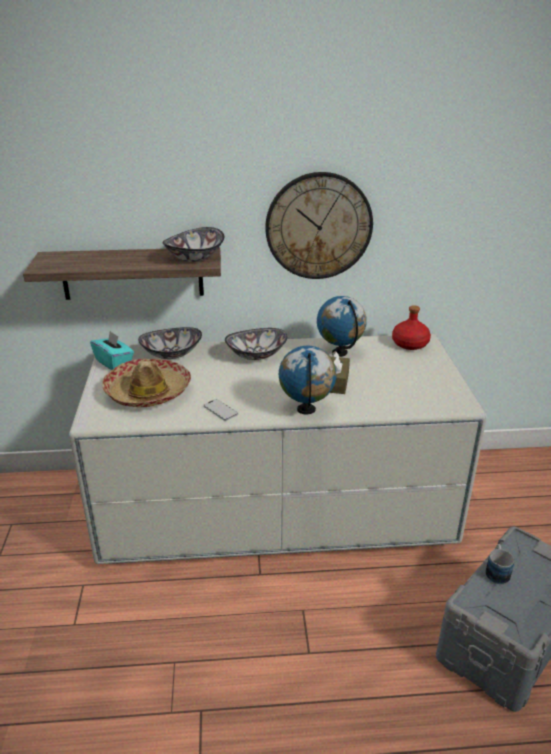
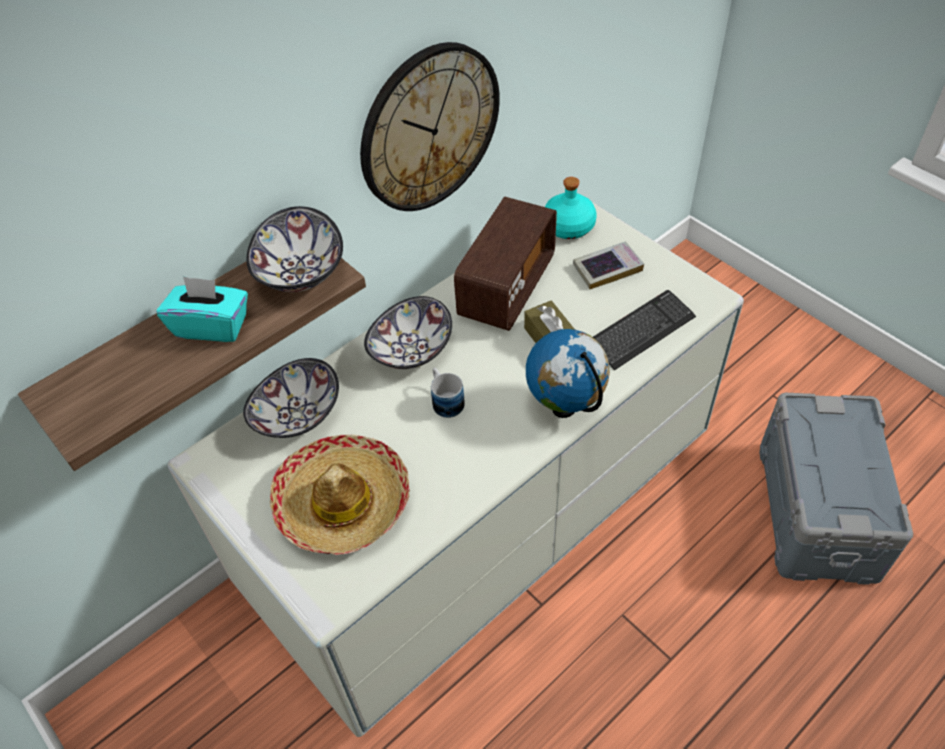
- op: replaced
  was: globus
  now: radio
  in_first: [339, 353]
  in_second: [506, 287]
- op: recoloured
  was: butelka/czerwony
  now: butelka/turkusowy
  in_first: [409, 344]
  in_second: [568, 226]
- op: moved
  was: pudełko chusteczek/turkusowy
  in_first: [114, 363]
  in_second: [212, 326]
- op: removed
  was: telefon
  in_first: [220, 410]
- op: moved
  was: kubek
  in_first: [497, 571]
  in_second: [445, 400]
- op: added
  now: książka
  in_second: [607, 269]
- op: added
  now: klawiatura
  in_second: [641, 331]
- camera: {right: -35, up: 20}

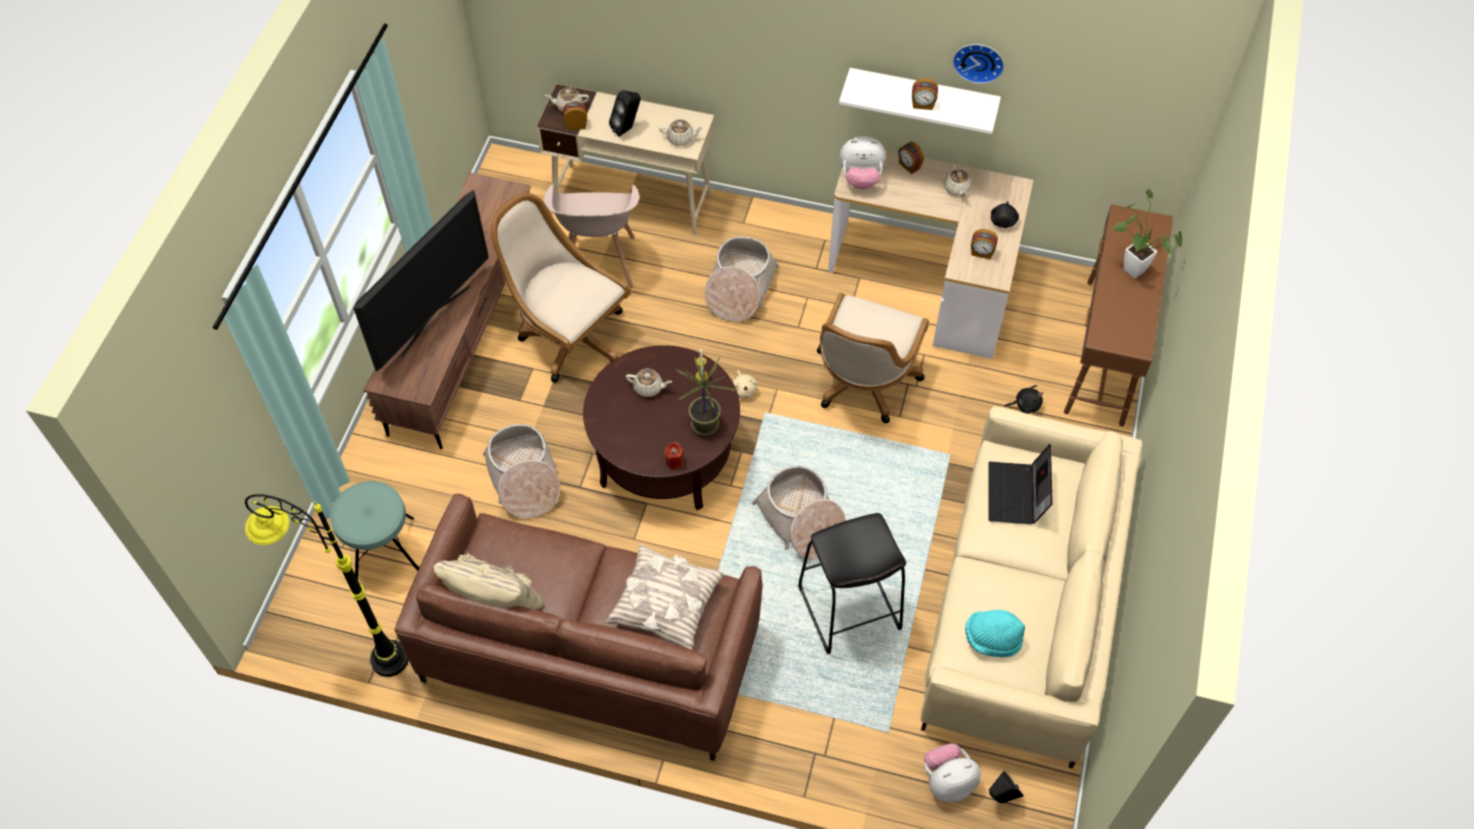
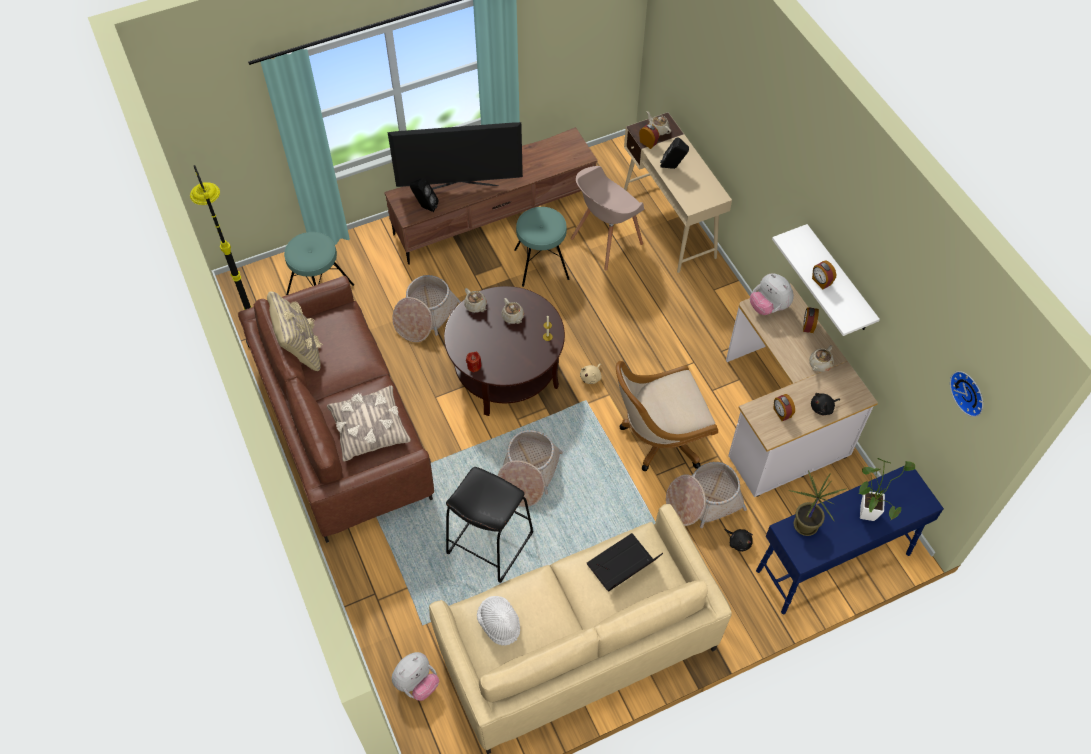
- op: moved
  was: zegar ścienny
  in_first: [979, 60]
  in_second: [969, 392]
- op: moved
  was: imbryk/beżowy
  in_first: [681, 138]
  in_second: [476, 306]
- op: replaced
  was: krzesło biurowe
  now: stołek/turkusowy
  in_first: [568, 334]
  in_second: [541, 264]
- op: recoloured
  was: stolik konsolowy/brązowy
  now: stolik konsolowy/niebieski
  in_first: [1103, 351]
  in_second: [832, 561]
- op: moved
  was: koszyk
  in_first: [739, 288]
  in_second: [703, 501]
- op: moved
  was: roślina doniczkowa
  in_first: [706, 425]
  in_second: [805, 526]
- op: recoloured
  was: kapelusz/turkusowy
  now: kapelusz/biały
  in_first: [992, 639]
  in_second: [499, 623]
- op: turned
  was: pluszak
  in_first: [947, 781]
  in_second: [417, 683]
  clockwise: 105
- op: moved
  was: głośnik/czarny
  in_first: [1000, 798]
  in_second: [425, 207]
- camera: {right: 50, up: 0}

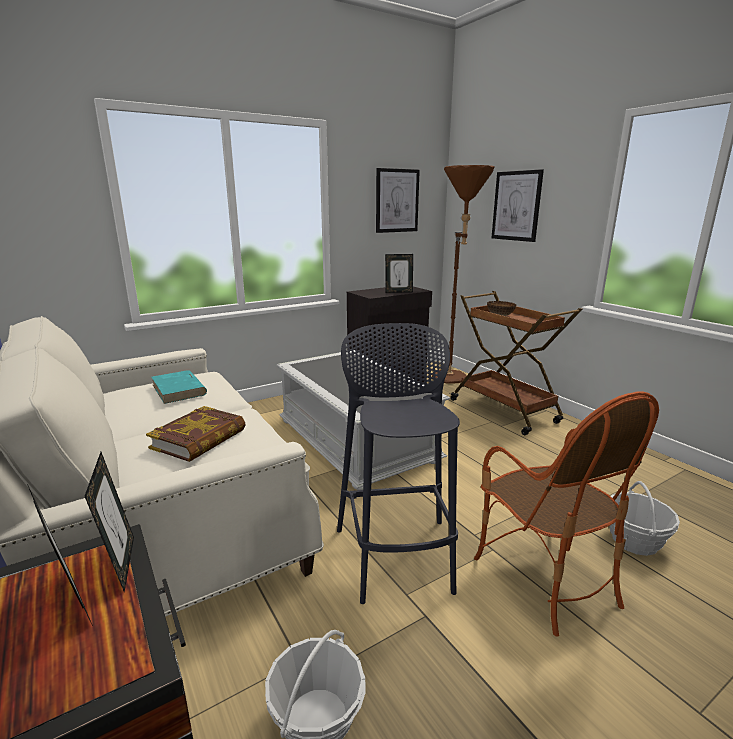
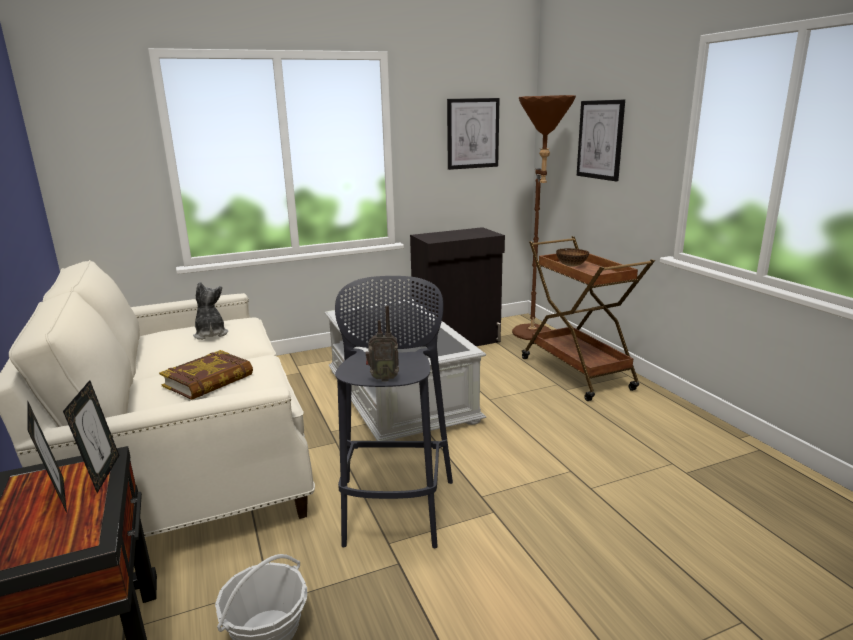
- op: removed
  was: ramka na zdjęcie
  in_first: [398, 292]
- op: replaced
  was: książka/turkusowy
  now: pluszak
  in_first: [179, 390]
  in_second: [210, 334]
- op: removed
  was: fotel
  in_first: [545, 578]
- op: removed
  was: koszyk
  in_first: [634, 541]
- op: added
  now: radio
  in_second: [383, 378]
- camera: {right: 10, up: 0}

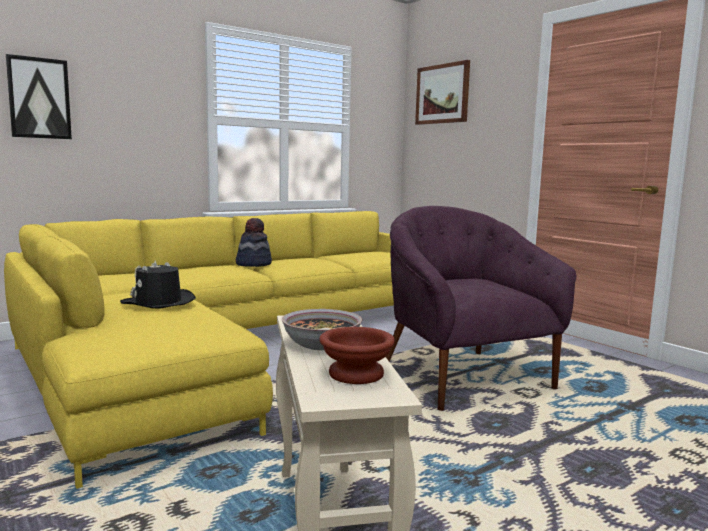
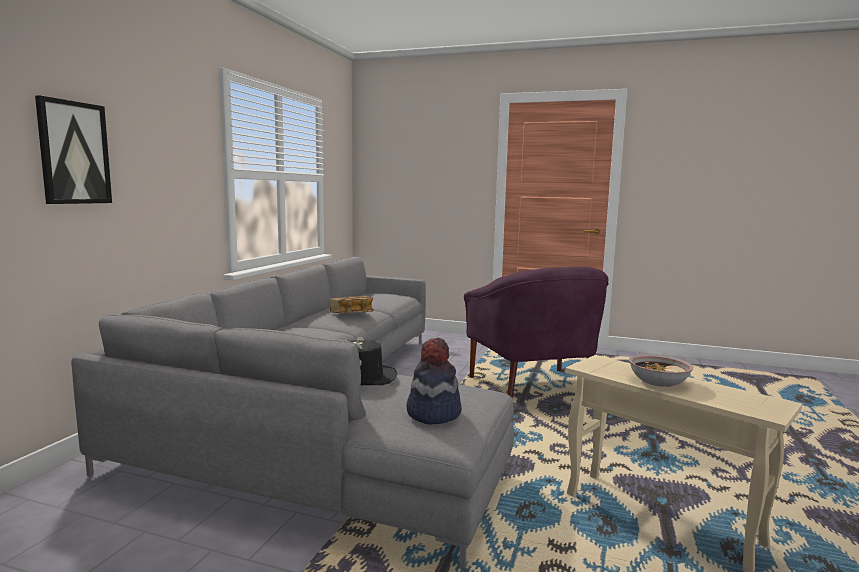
- op: removed
  was: obraz
  in_first: [442, 94]
- op: turned
  was: fotel/fioletowy
  in_first: [463, 377]
  in_second: [535, 389]
  clockwise: -135
- op: recoloured
  was: kanapa/żółty
  now: kanapa/szary
  in_first: [224, 347]
  in_second: [322, 412]
- op: moved
  was: kapelusz
  in_first: [253, 264]
  in_second: [433, 413]
- op: removed
  was: miska/brązowy
  in_first: [357, 373]
- op: added
  now: książka
  in_second: [351, 314]
- camera: {right: -35, up: 0}

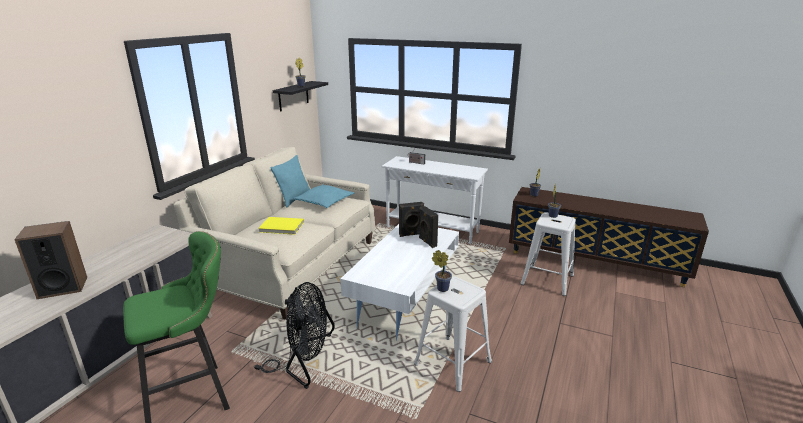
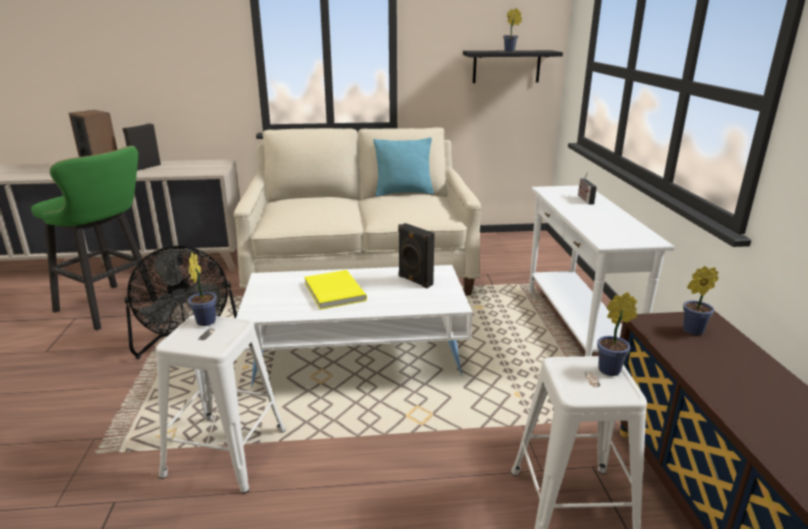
- op: removed
  was: poduszka/turkusowy
  in_first: [325, 202]
- op: moved
  was: głośnik/czarny
  in_first: [427, 242]
  in_second: [145, 167]
- op: moved
  was: książka/żółty
  in_first: [281, 227]
  in_second: [333, 292]
- camera: {right: 60, up: 0}

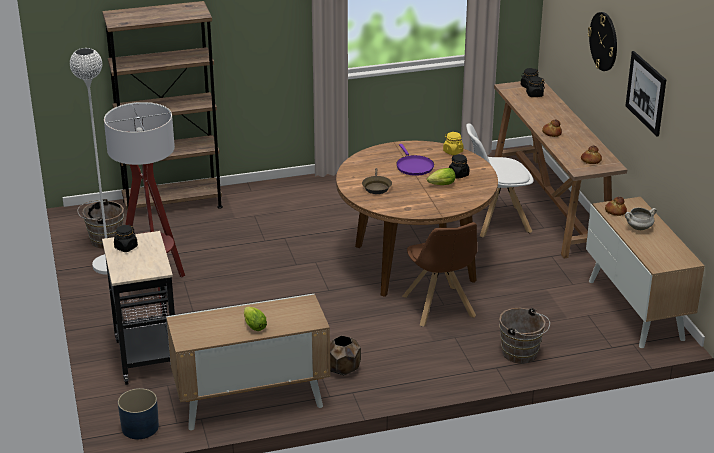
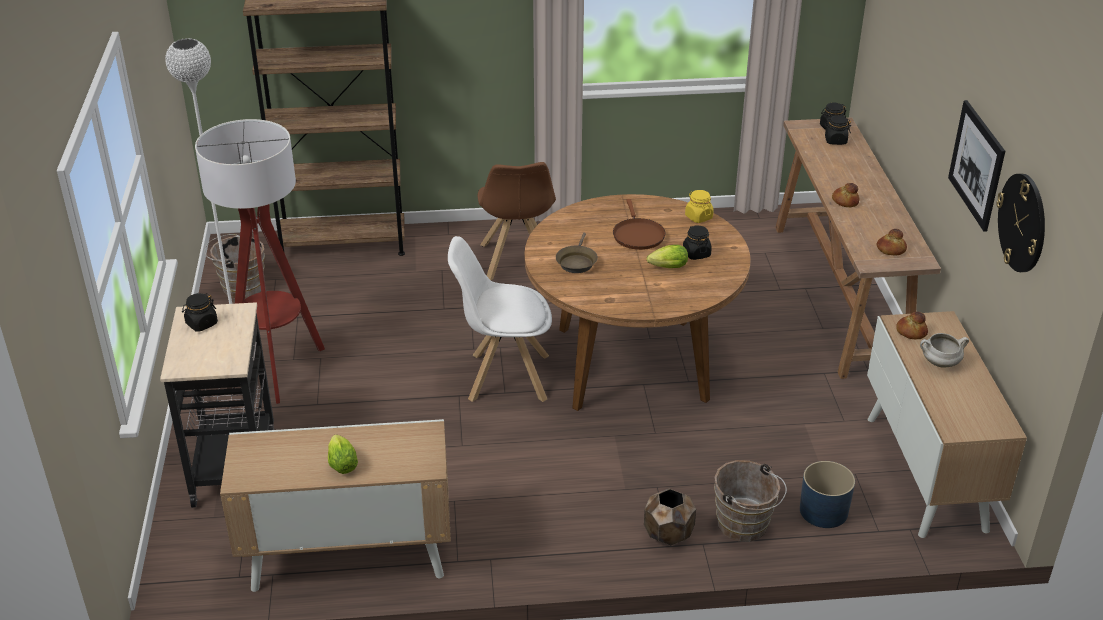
- op: moved
  was: zegar ścienny
  in_first: [604, 41]
  in_second: [1022, 222]
- op: moved
  was: krzesło/biały
  in_first: [496, 222]
  in_second: [503, 377]
- op: recoloured
  was: patelnia/fioletowy
  now: patelnia/brązowy
  in_first: [413, 166]
  in_second: [637, 235]
- op: moved
  was: krzesło/brązowy
  in_first: [439, 308]
  in_second: [517, 262]
- op: moved
  was: donica/brązowy
  in_first: [342, 370]
  in_second: [668, 535]
- op: moved
  was: donica/niebieski
  in_first: [140, 427]
  in_second: [823, 511]
- camera: {right: 10, up: 5}

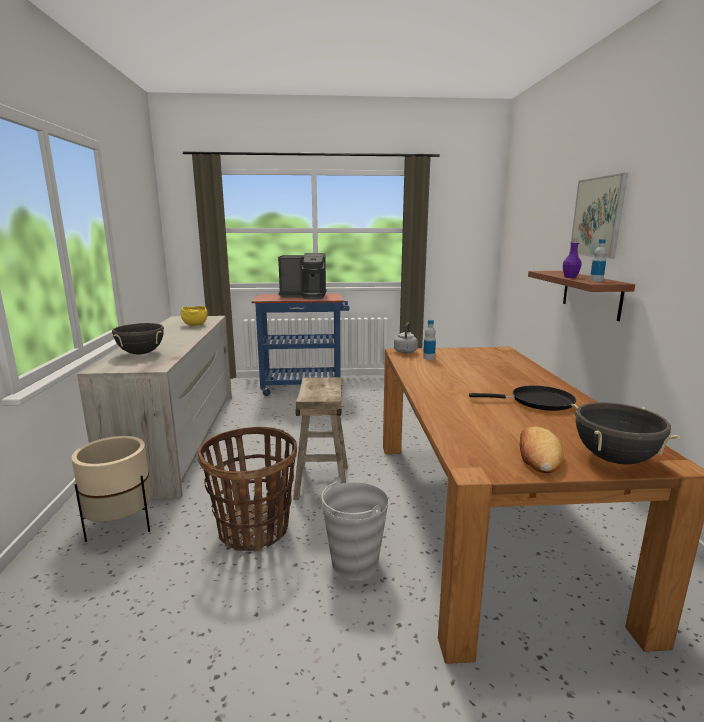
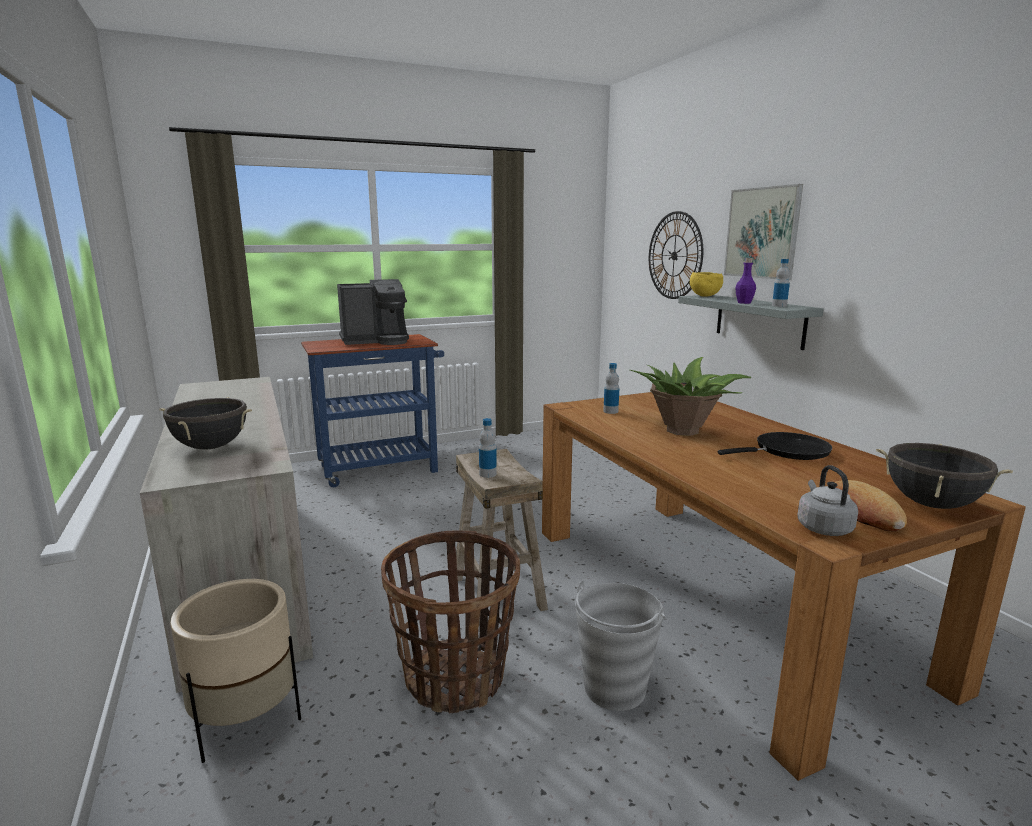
- op: recoloured
  was: półka/brązowy
  now: półka/szary
  in_first: [591, 294]
  in_second: [759, 321]
- op: moved
  was: miska/żółty
  in_first: [195, 325]
  in_second: [703, 296]
- op: moved
  was: czajnik/szary
  in_first: [405, 351]
  in_second: [822, 527]
- op: added
  now: zegar ścienny
  in_second: [674, 255]
- op: added
  now: roślina doniczkowa
  in_second: [684, 430]
- op: added
  now: butelka
  in_second: [487, 474]
- camera: {right: -20, up: 0}

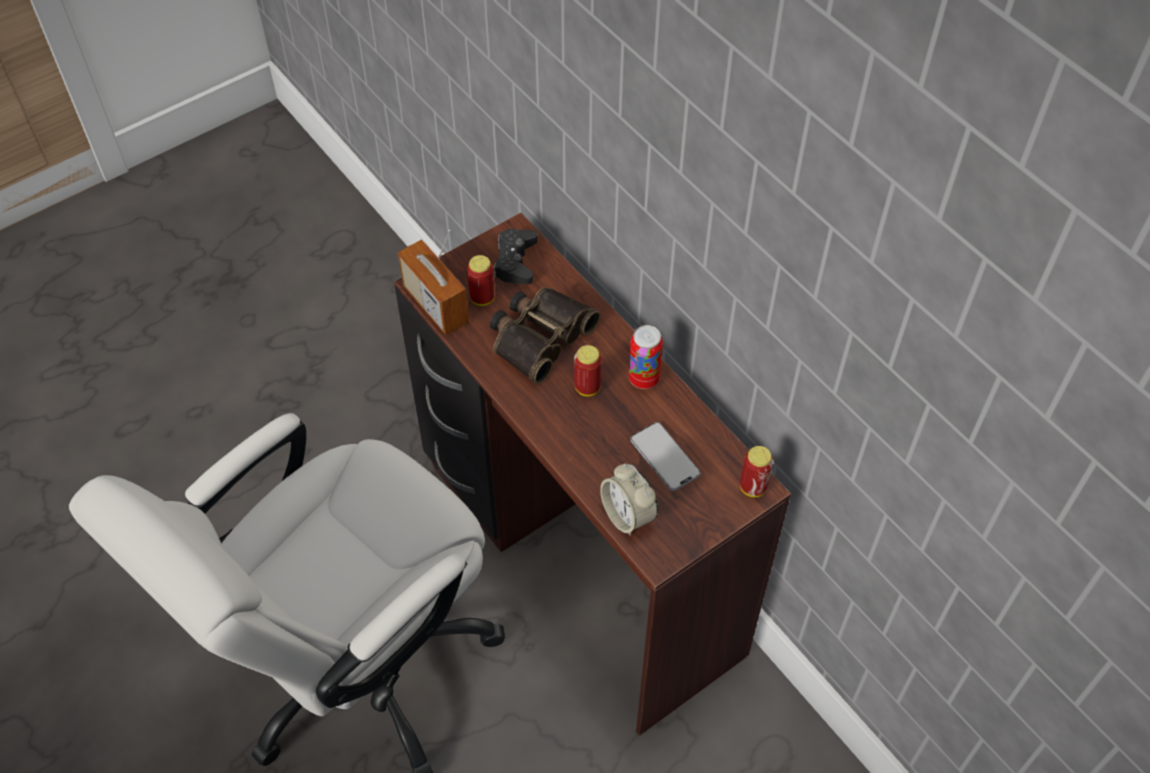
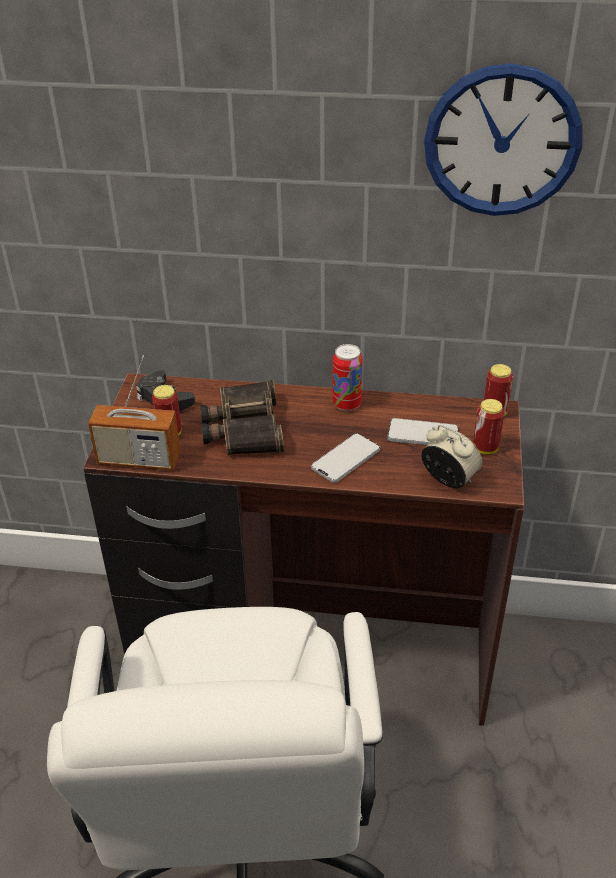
- op: moved
  was: puszka
  in_first: [587, 387]
  in_second: [485, 448]
- op: turned
  was: budzik
  in_first: [628, 515]
  in_second: [449, 480]
  clockwise: -150
- op: added
  now: zegar ścienny
  in_second: [502, 142]
- op: added
  now: telefon
  in_second: [345, 459]
- camera: {right: -45, up: -15}

